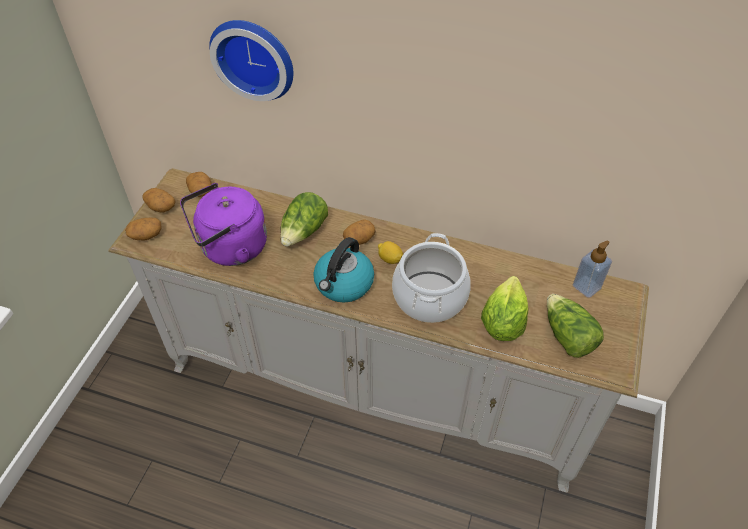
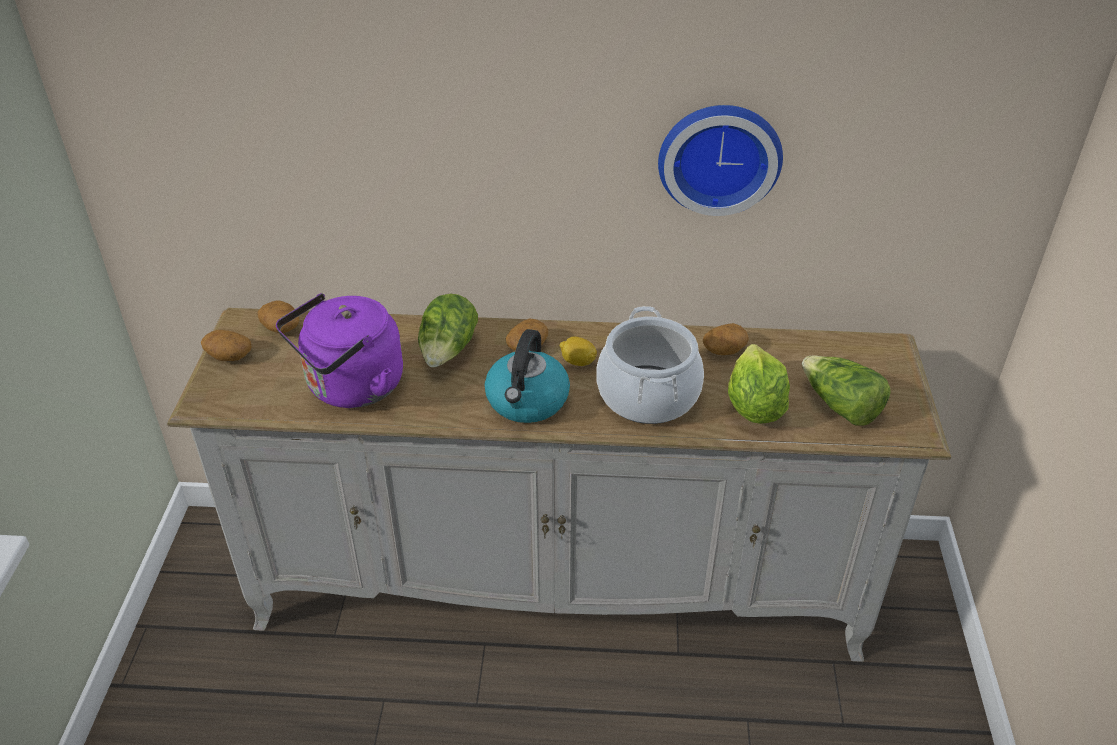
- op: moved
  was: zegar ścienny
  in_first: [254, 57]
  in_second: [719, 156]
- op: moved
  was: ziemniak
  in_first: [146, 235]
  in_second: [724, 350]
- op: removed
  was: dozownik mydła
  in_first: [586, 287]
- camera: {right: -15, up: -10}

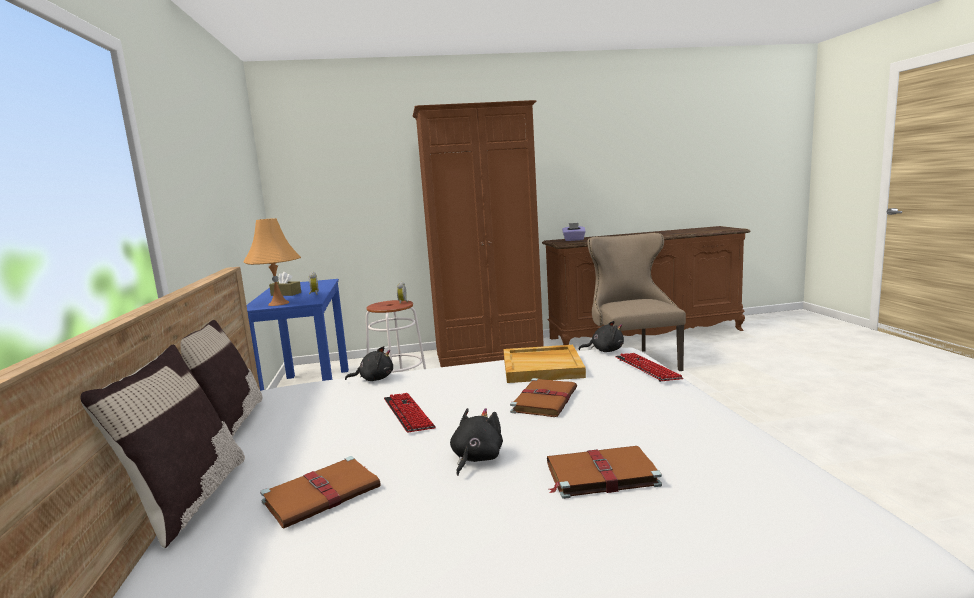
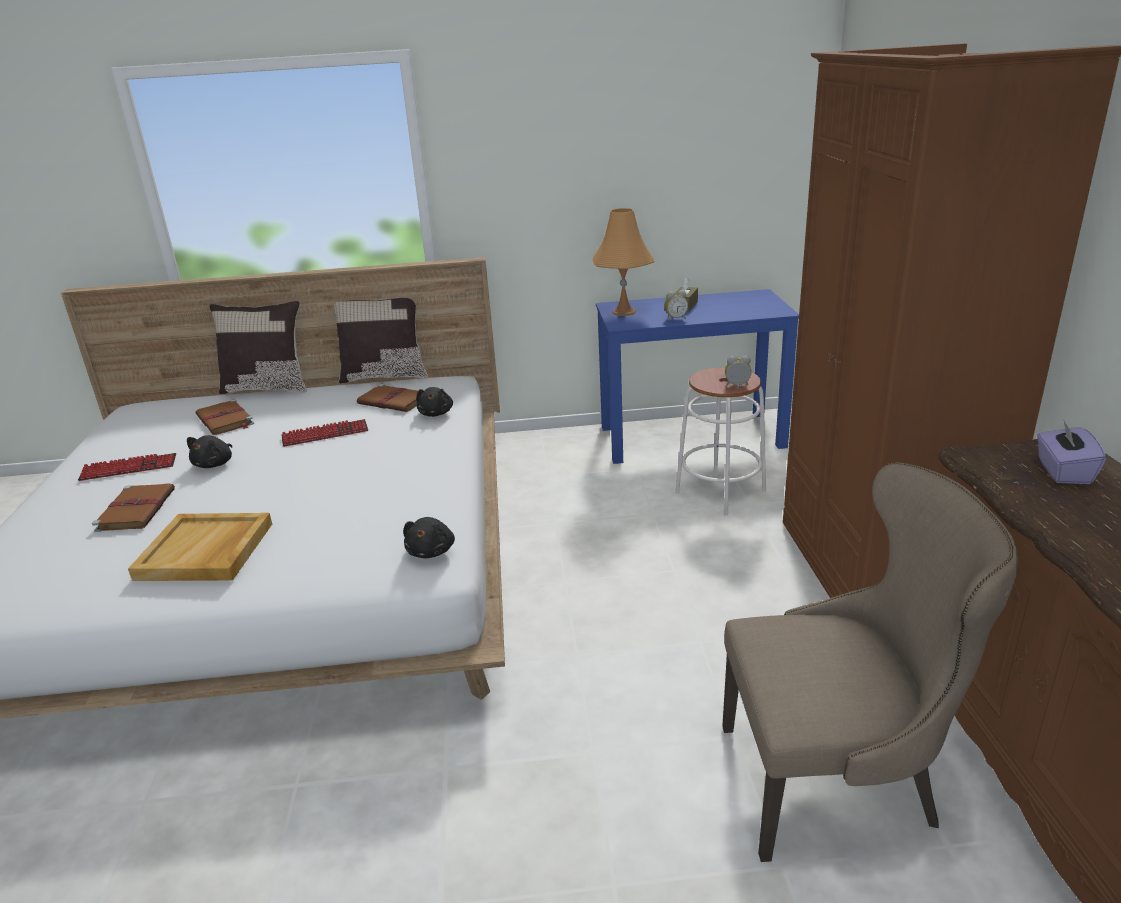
- op: moved
  was: taca/beżowy
  in_first: [542, 367]
  in_second: [206, 551]
- op: moved
  was: klawiatura
  in_first: [647, 368]
  in_second: [129, 468]
- op: moved
  was: książka/brązowy
  in_first: [545, 400]
  in_second: [394, 401]
- op: turned
  was: pluszak/czarny
  in_first: [476, 458]
  in_second: [215, 464]
  clockwise: 75
- camera: {right: 95, up: 15}

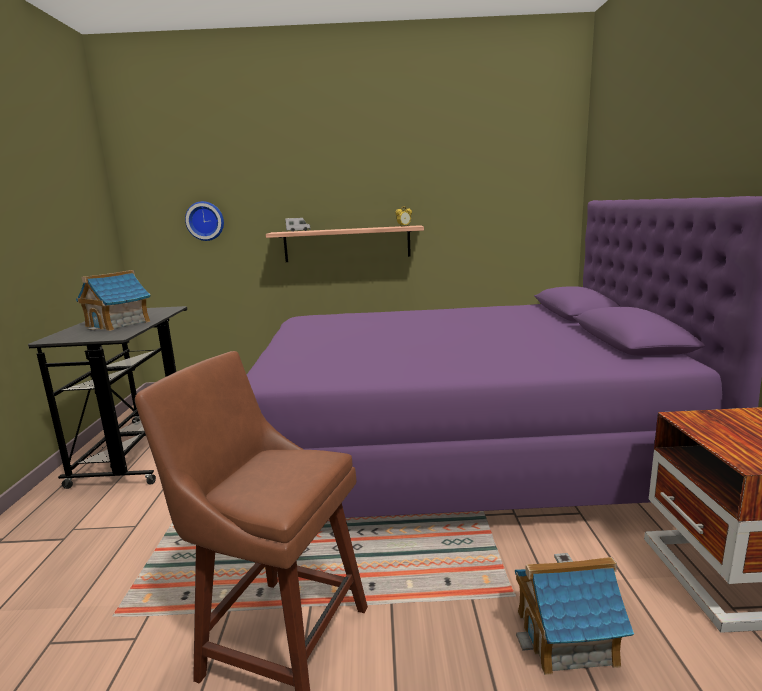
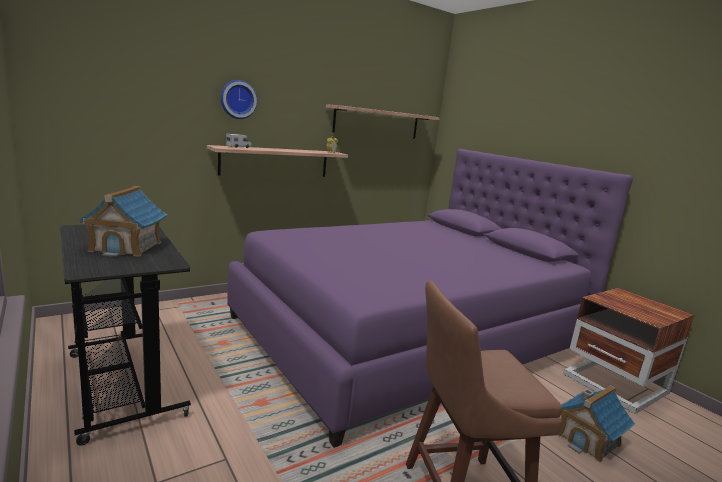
- op: moved
  was: zegar ścienny
  in_first: [205, 221]
  in_second: [237, 99]
- op: added
  now: półka
  in_second: [377, 123]
- camera: {right: -35, up: 0}

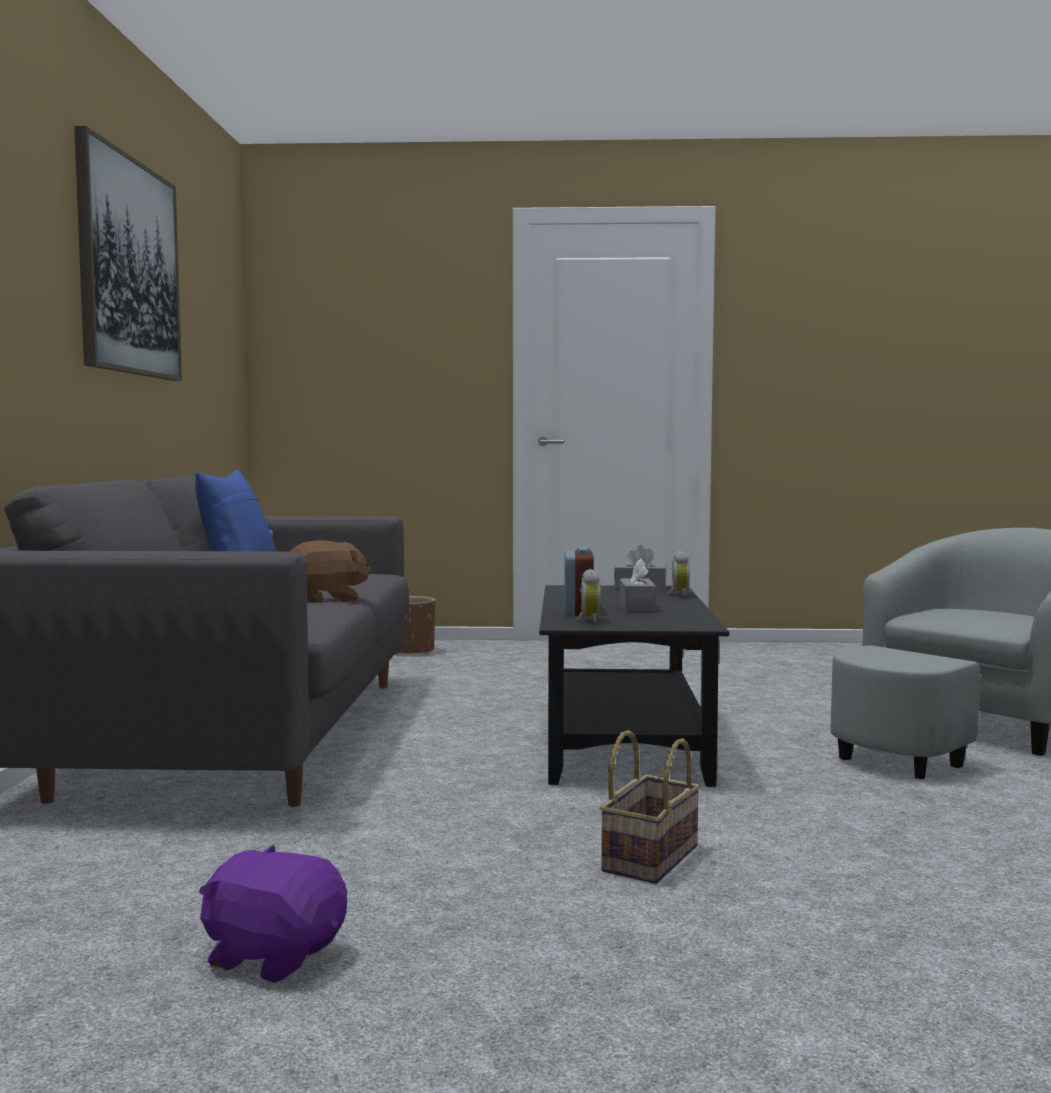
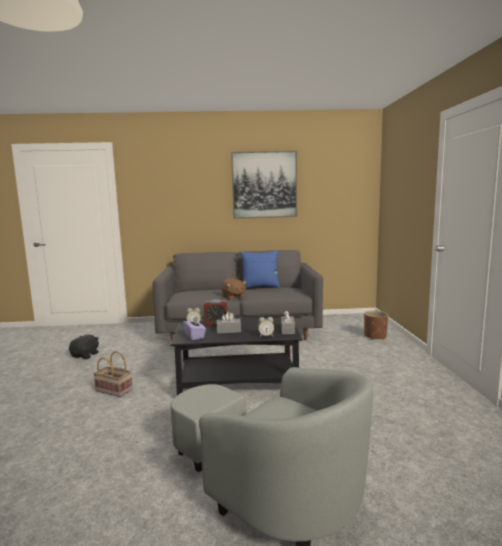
- op: recoloured
  was: pluszak/fioletowy
  now: pluszak/czarny
  in_first: [274, 955]
  in_second: [85, 355]
- op: added
  now: pudełko chusteczek/fioletowy
  in_second: [195, 336]
- camera: {right: 85, up: 5}

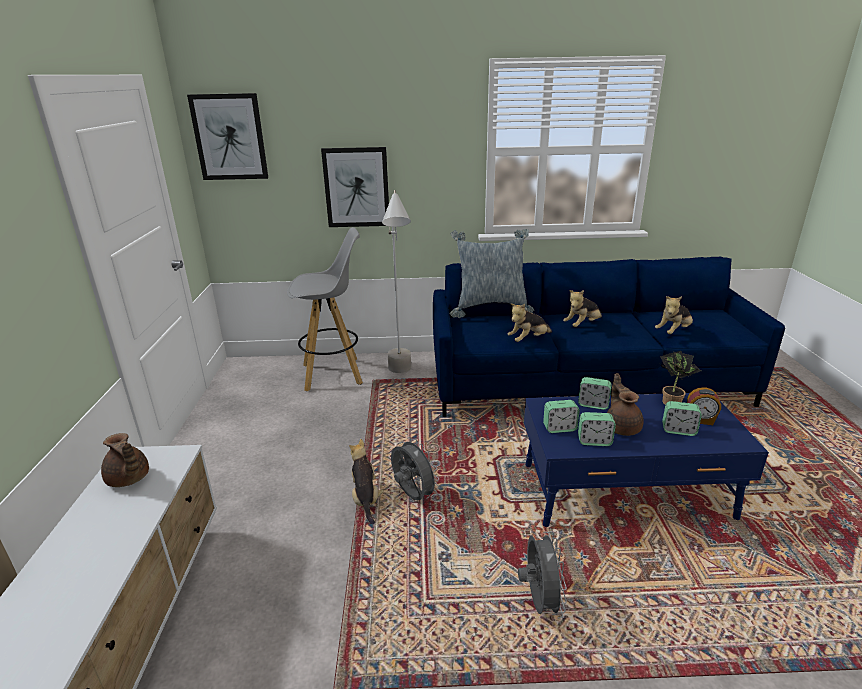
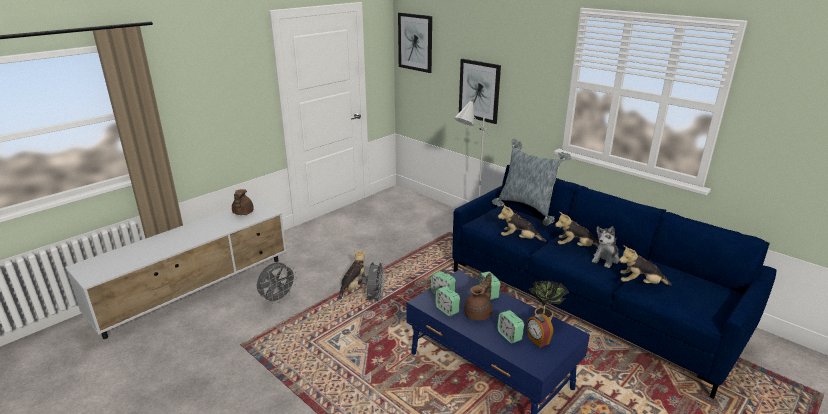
- op: removed
  was: stołek/szary
  in_first: [333, 374]
- op: moved
  was: wentylator/szary
  in_first: [539, 601]
  in_second: [278, 299]
- op: added
  now: pluszak
  in_second: [605, 259]
- camera: {right: 45, up: 0}

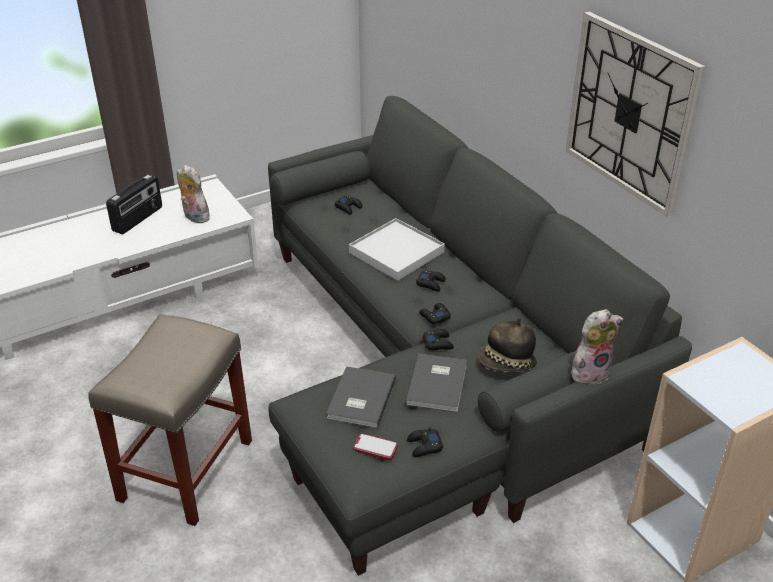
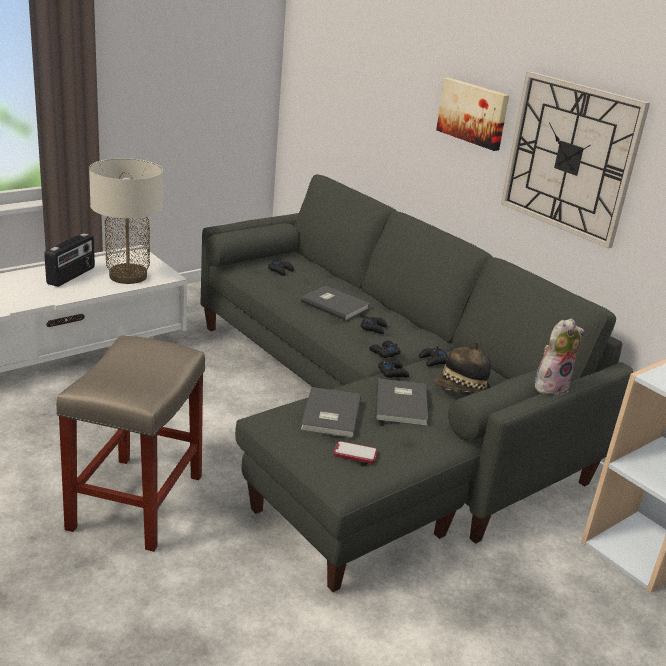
- op: replaced
  was: pluszak
  now: lampa stołowa
  in_first: [194, 217]
  in_second: [128, 276]
- op: replaced
  was: taca/biały
  now: książka/szary
  in_first: [396, 252]
  in_second: [335, 304]
- op: moved
  was: pad do gier/czarny
  in_first: [424, 446]
  in_second: [433, 361]
- op: added
  now: obraz
  in_second: [473, 113]
- camera: {right: -10, up: -10}

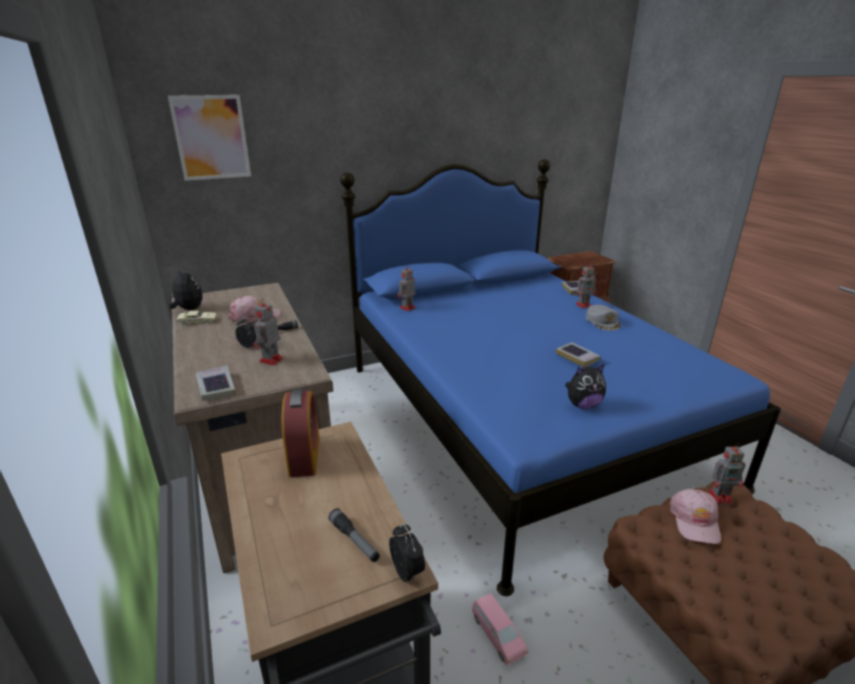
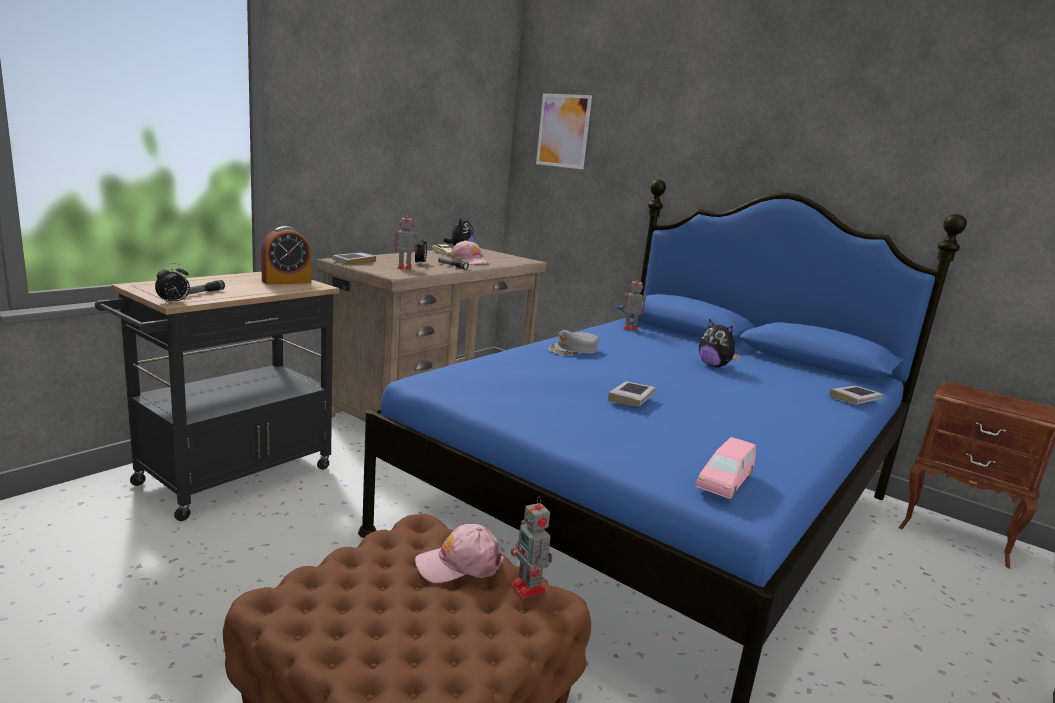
- op: removed
  was: robot zabawkowy
  in_first: [584, 305]
- op: moved
  was: czapka z daszkiem/szary
  in_first: [603, 321]
  in_second: [573, 349]
- op: moved
  was: pluszak
  in_first: [583, 405]
  in_second: [714, 366]
- op: moved
  was: samochodzik/różowy
  in_first: [498, 635]
  in_second: [725, 482]
- camera: {right: 60, up: -10}

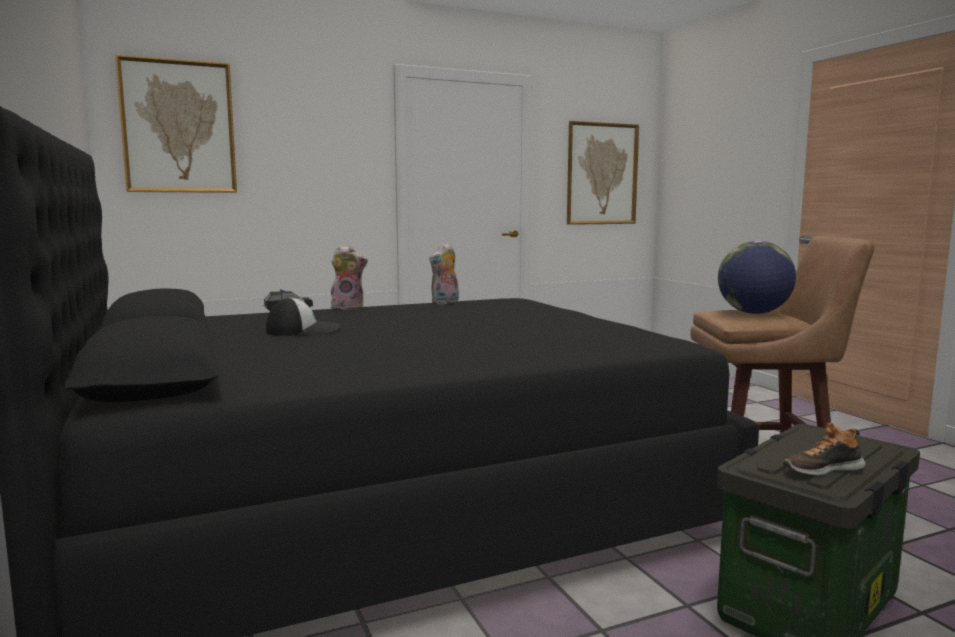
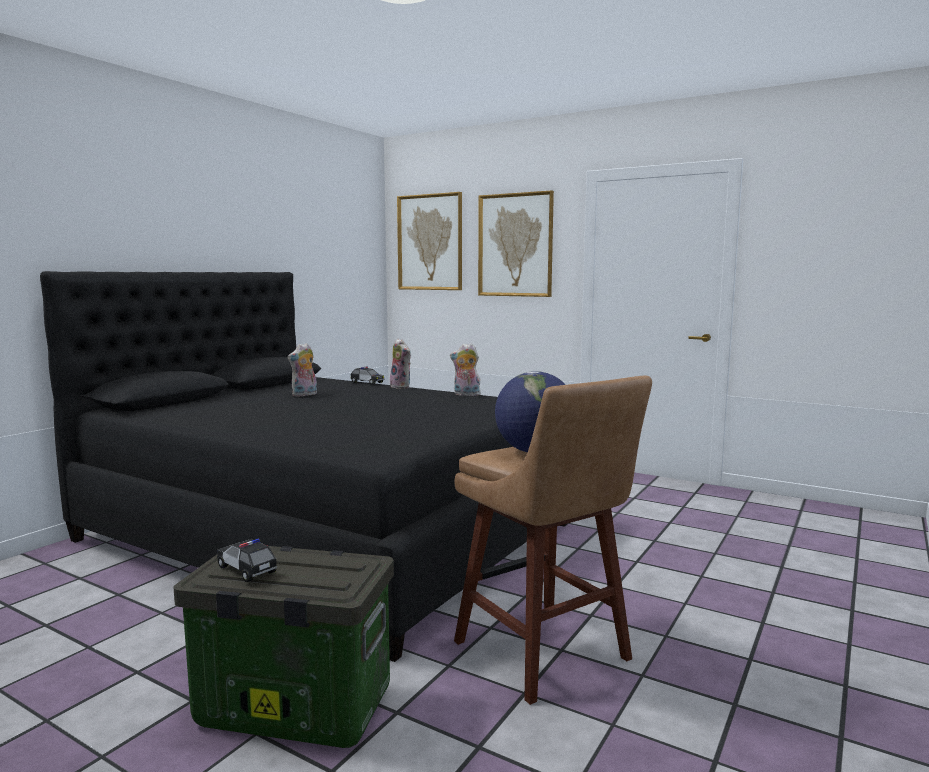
- op: moved
  was: obraz
  in_first: [601, 174]
  in_second: [515, 245]
- op: replaced
  was: czapka z daszkiem
  now: pluszak
  in_first: [303, 330]
  in_second: [304, 395]
- op: replaced
  was: but
  now: samochodzik
  in_first: [821, 469]
  in_second: [247, 570]
- camera: {right: 55, up: 0}

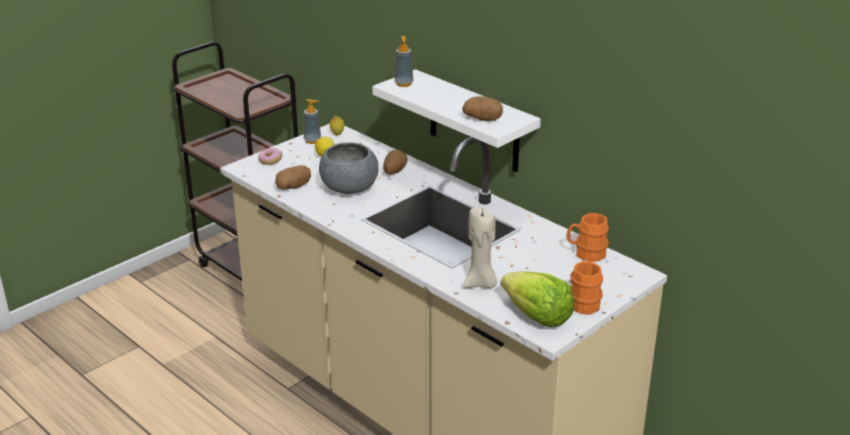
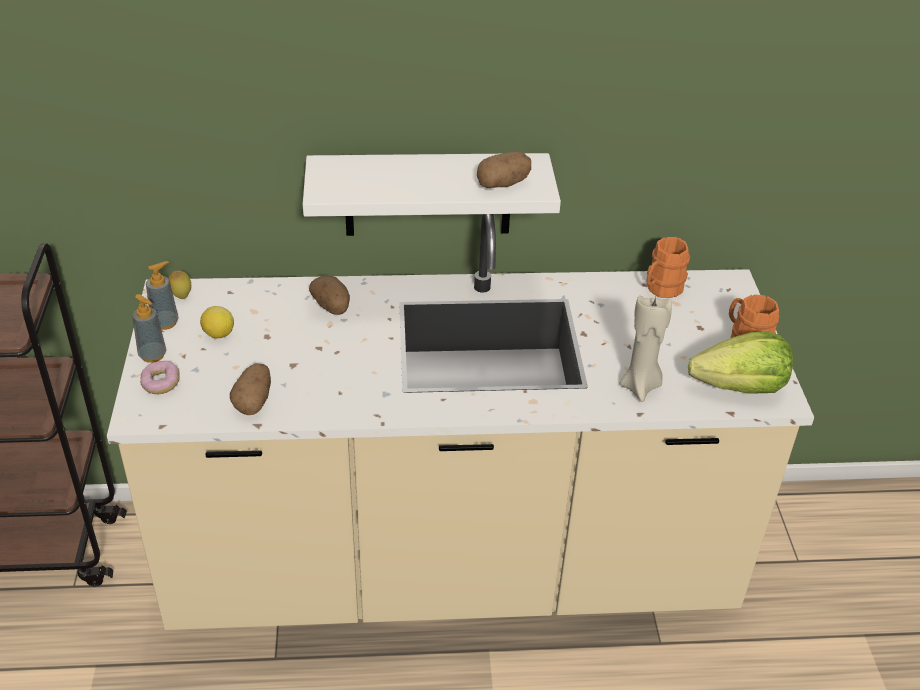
- op: moved
  was: dozownik mydła
  in_first: [404, 84]
  in_second: [153, 355]
- op: removed
  was: miska/szary
  in_first: [349, 188]
- camera: {right: -50, up: 10}

